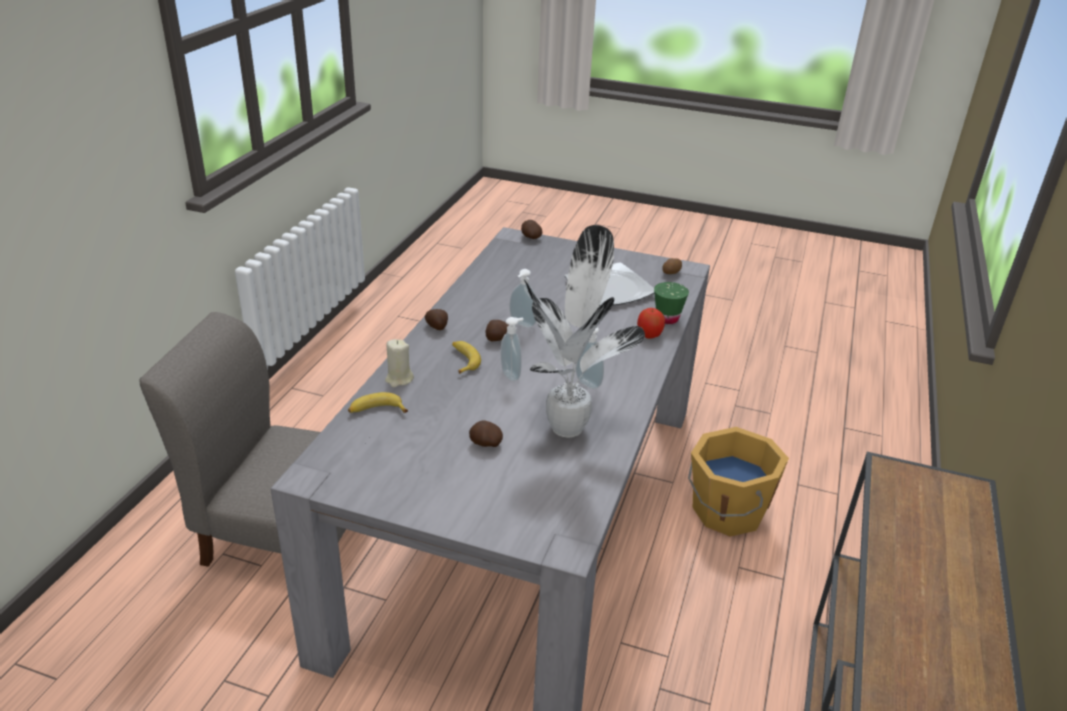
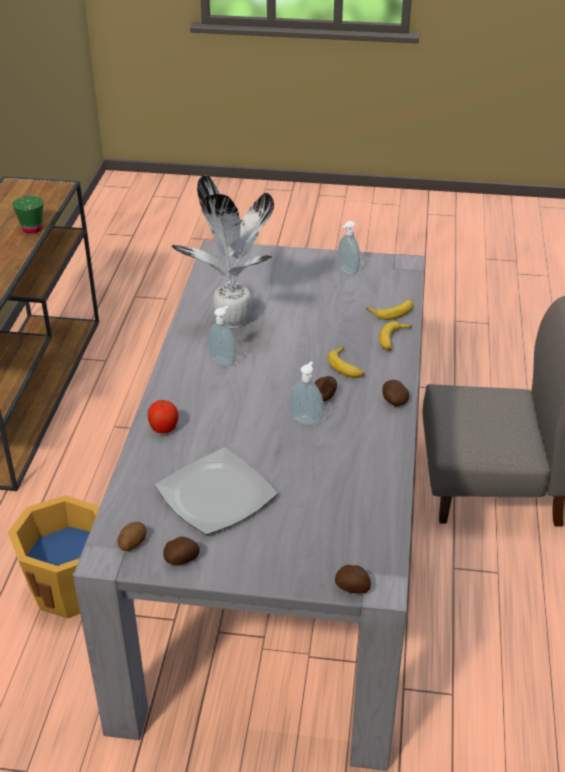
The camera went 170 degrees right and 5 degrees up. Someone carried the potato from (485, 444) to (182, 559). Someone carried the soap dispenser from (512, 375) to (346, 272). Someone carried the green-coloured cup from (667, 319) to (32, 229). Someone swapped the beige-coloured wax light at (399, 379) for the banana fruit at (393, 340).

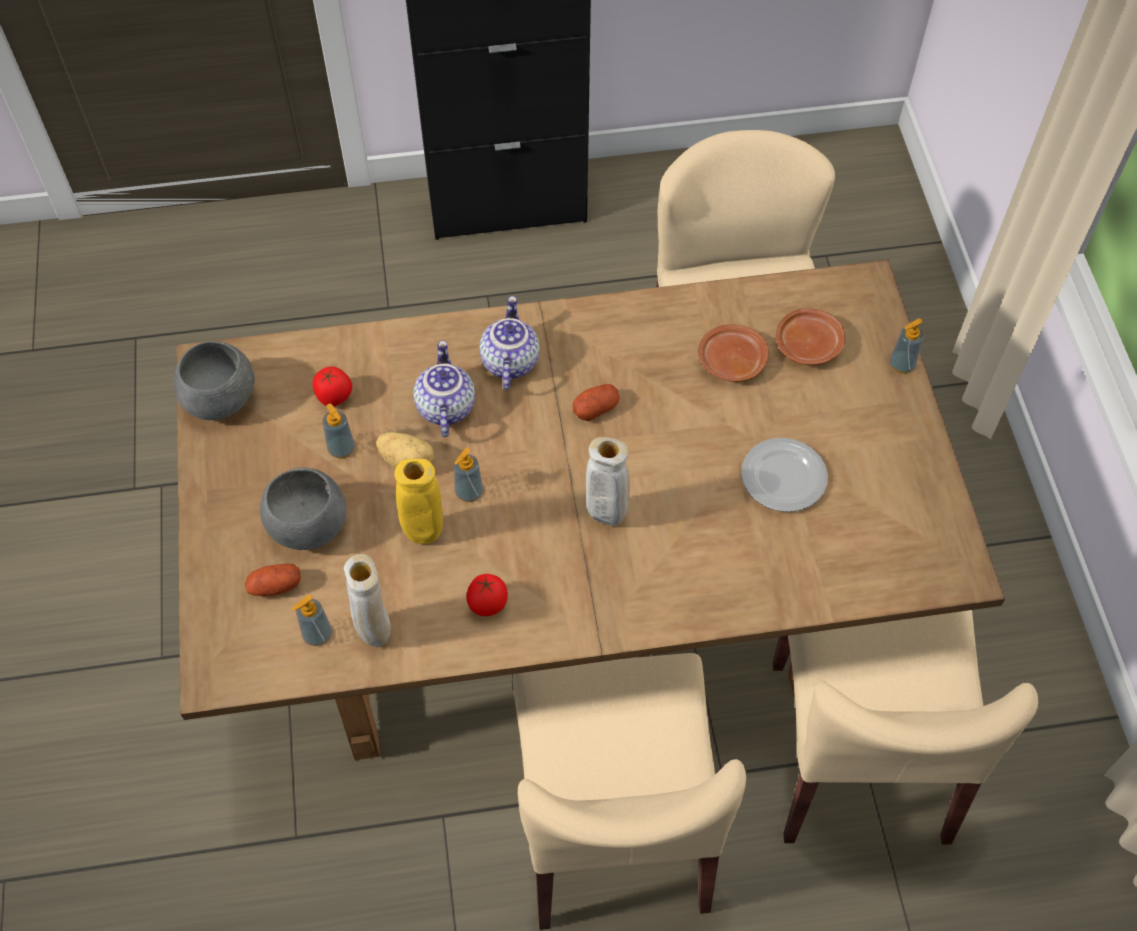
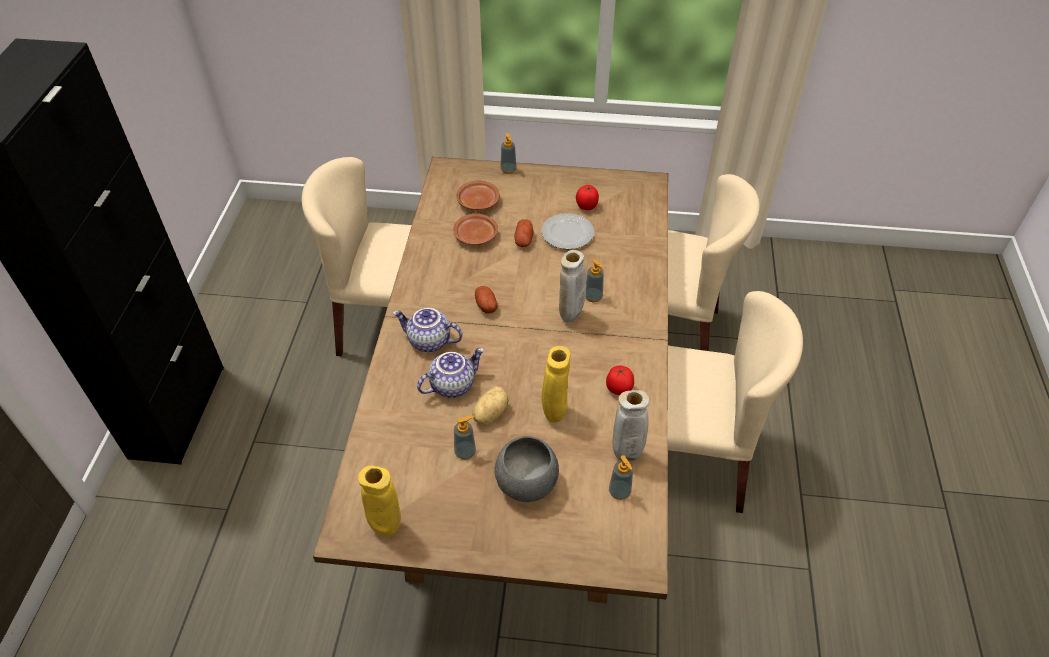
The camera went 75 degrees left and 10 degrees down. Someone carried the potato from (275, 586) to (524, 239). Someone carried the whole tomato from (335, 397) to (586, 206). Someone carried the soap dispenser from (469, 492) to (593, 297). Someone swapped the grey serving bowl at (222, 400) for the yellow-coloured flower vase at (387, 527). Someone rotated the pot for tea at (444, 407) by 135 degrees clockwise.

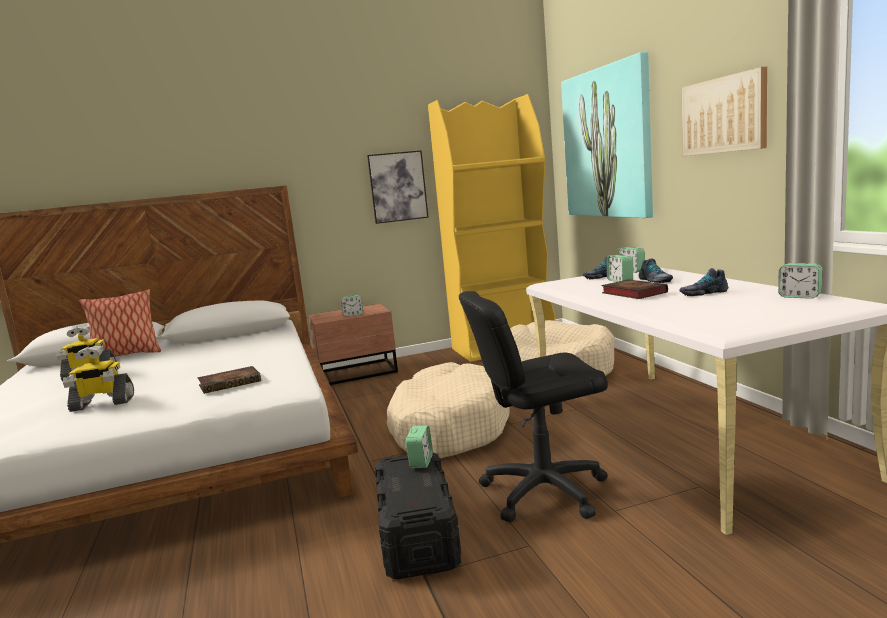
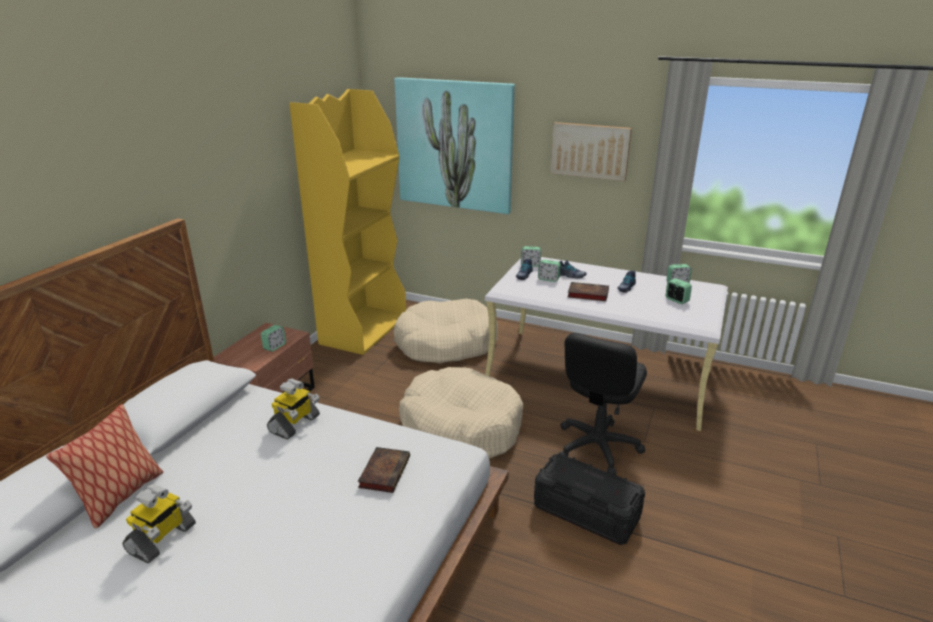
The camera went 50 degrees left and 15 degrees up. Someone took away the picture at (398, 187). Someone carried the toy robot from (102, 404) to (295, 424). Someone carried the bedside clock from (421, 462) to (676, 300).

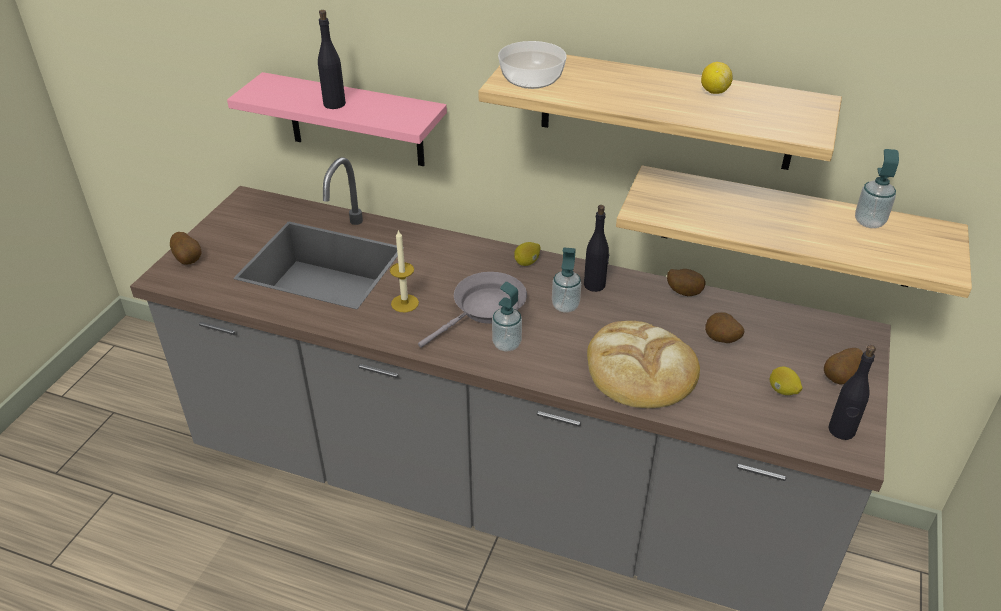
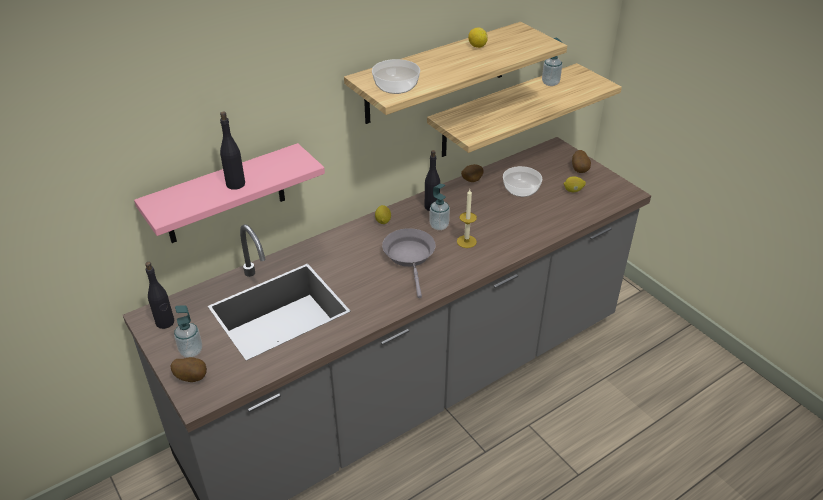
The camera went 55 degrees left and 0 degrees up. Someone took away the baked bread at (640, 369). Someone carried the wax light from (404, 303) to (466, 241). Someone carried the soap dispenser from (506, 344) to (191, 351). Someone carried the black-coloured bottle from (841, 430) to (165, 322). Someone swapped the potato at (720, 341) for the serving bowl at (520, 189).

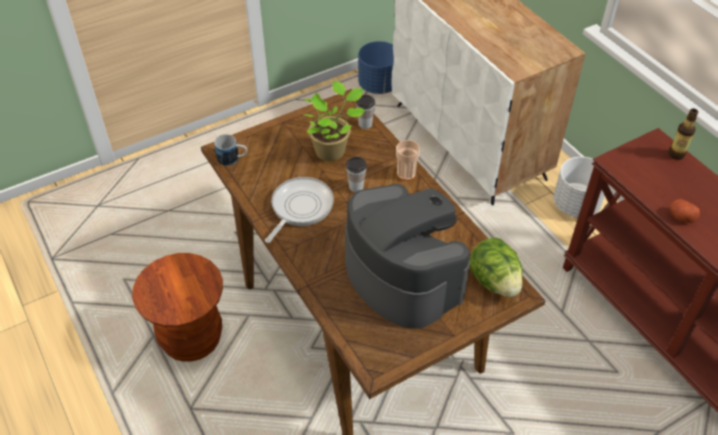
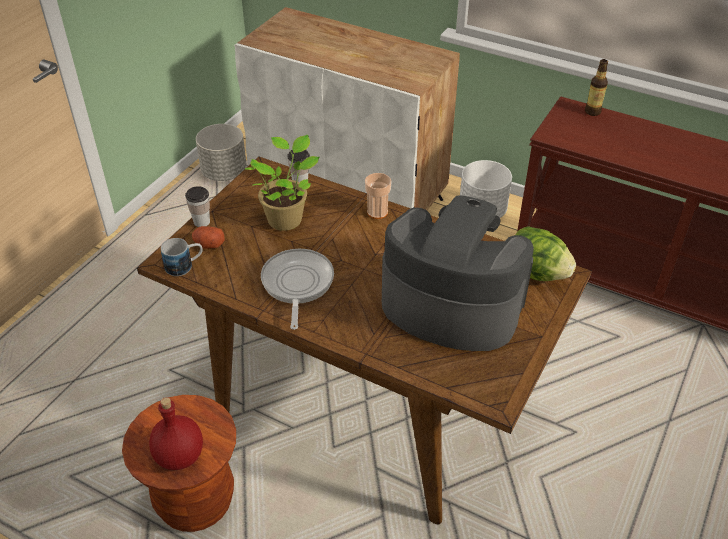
The camera went 30 degrees left and 5 degrees down. Someone put down the red-coloured bottle at (181, 456). Someone carried the cup from (356, 187) to (202, 222). Someone carried the potato from (681, 216) to (208, 244). Someone repainted the blue-coloured planter at (379, 85), which became the grey planter at (225, 172).

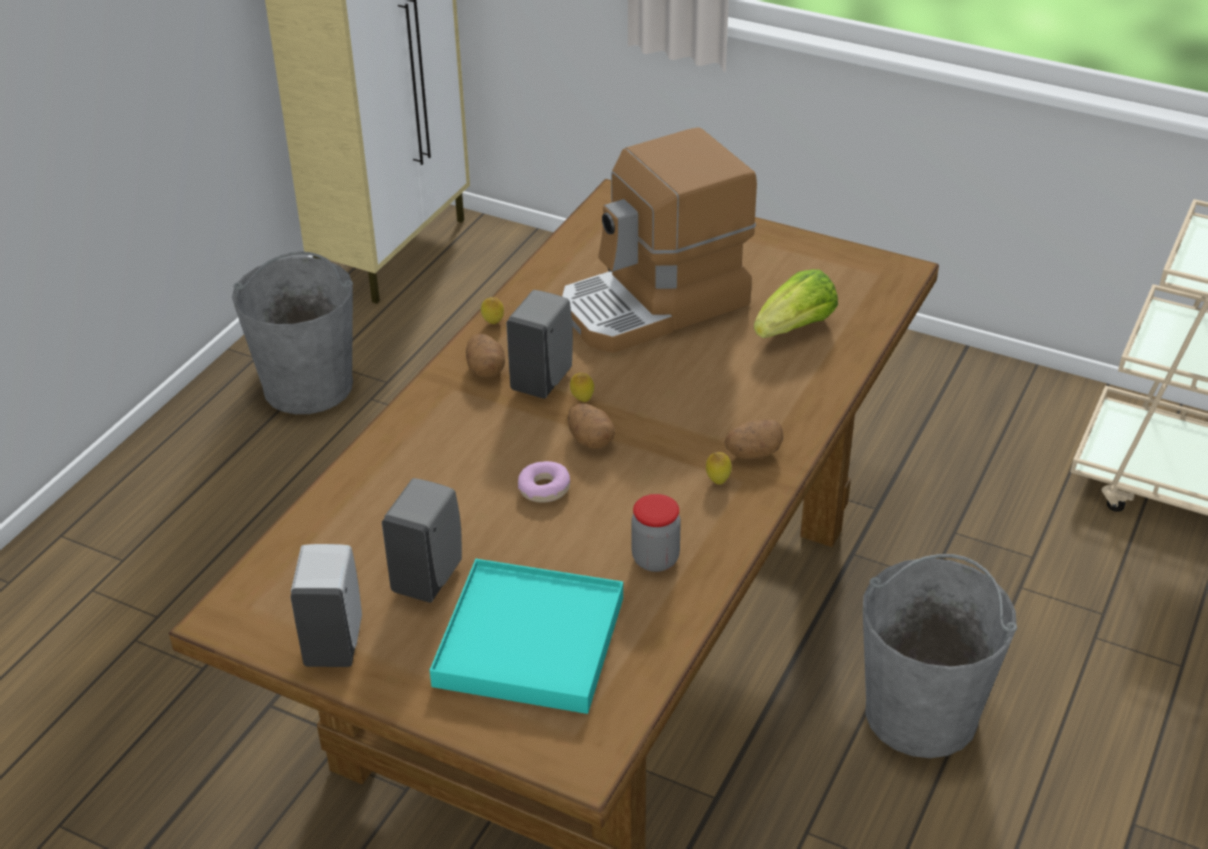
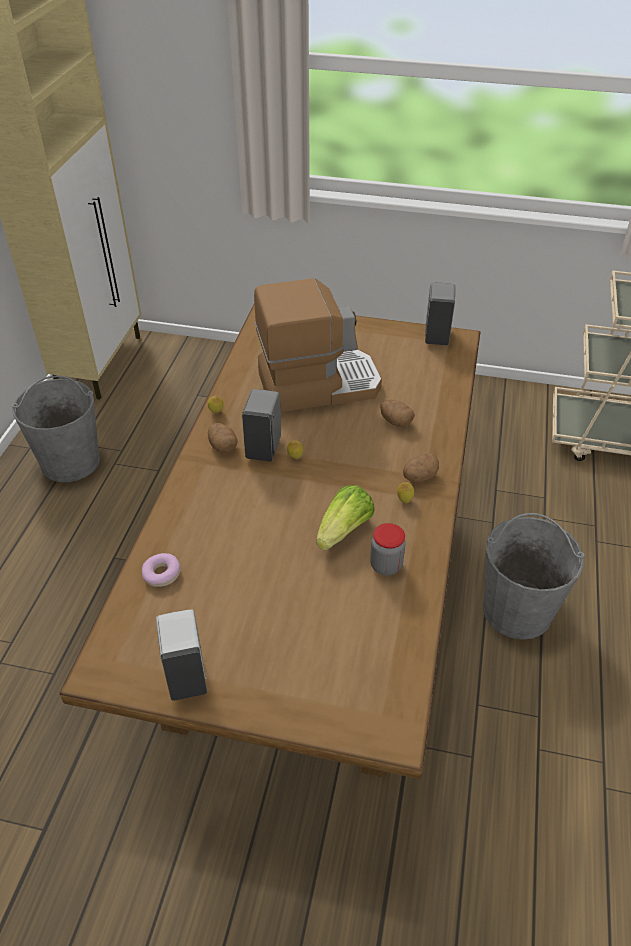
The camera went 15 degrees left and 5 degrees up. Someone took away the turquoise tray at (530, 641). Someone carried the grey soap dispenser from (429, 576) to (436, 336). Someone carried the ring doughnut from (544, 488) to (161, 574). Someone carried the potato from (590, 440) to (395, 421). Someone carried the lettuce head from (795, 328) to (344, 530). Someone rotated the coffee machine at (655, 306) by 150 degrees counterclockwise.

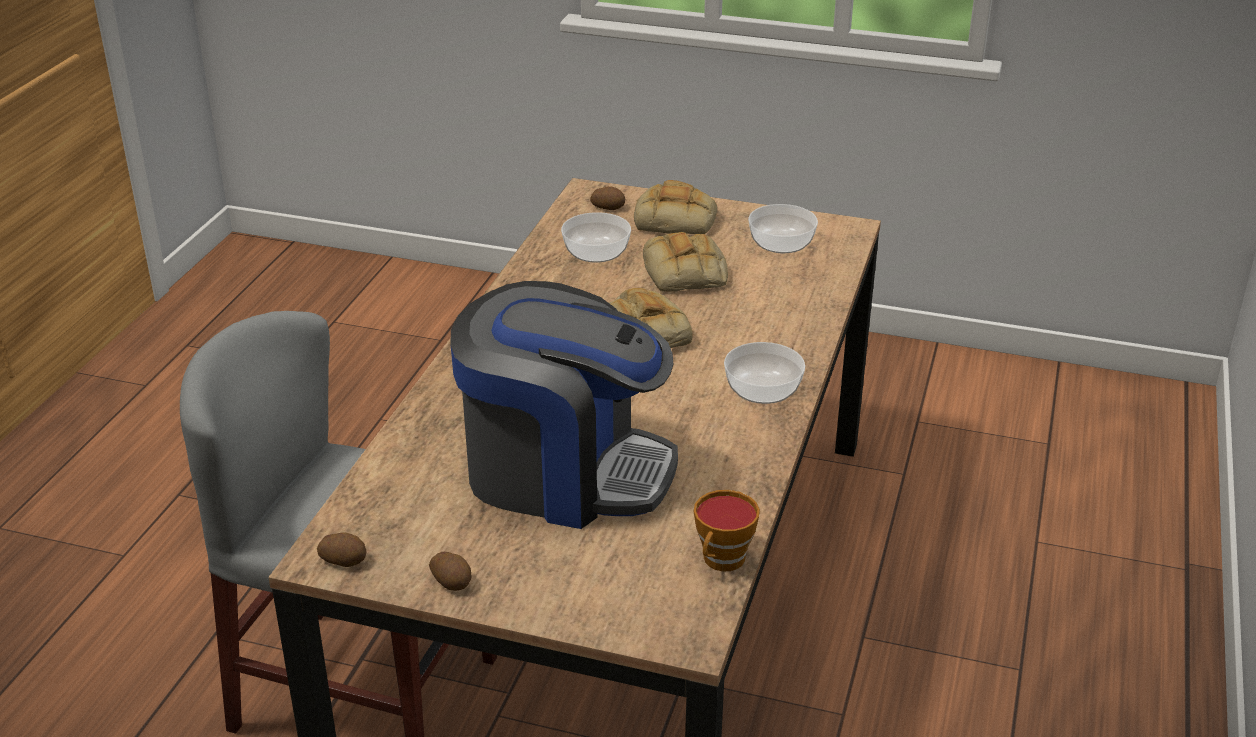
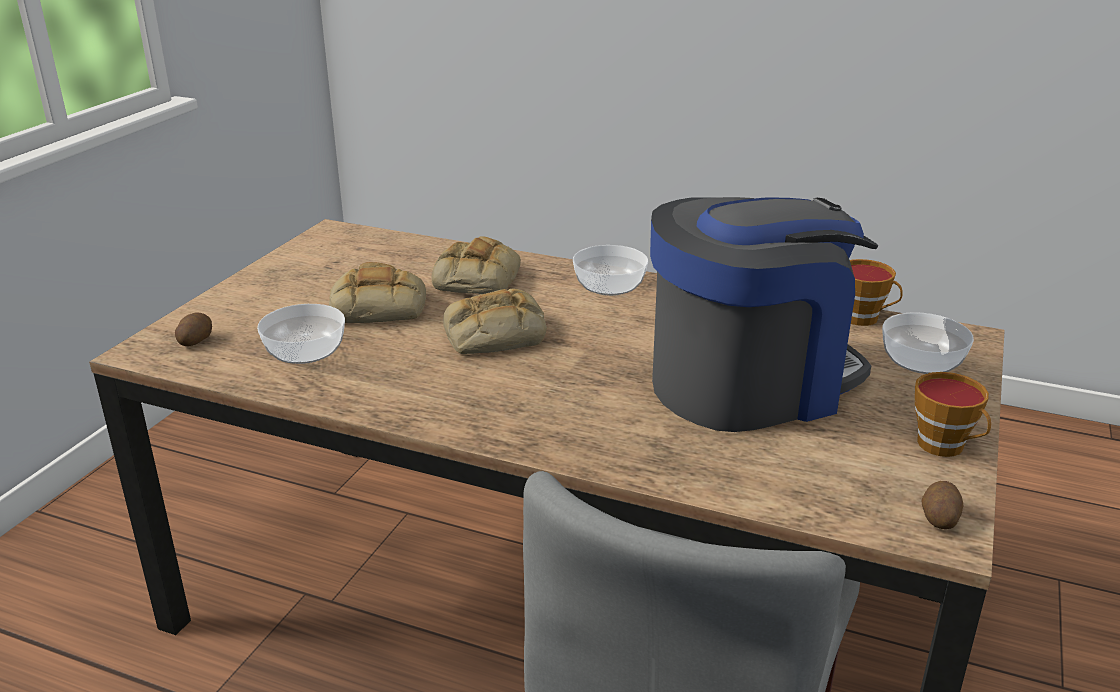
The camera went 85 degrees left and 5 degrees down. Someone carried the baked bread from (677, 219) to (476, 278). Someone carried the serving bowl from (781, 244) to (923, 361). Someone swapped the potato at (452, 581) for the cup at (945, 446). Someone rotated the coffee machine at (564, 472) by 45 degrees clockwise.

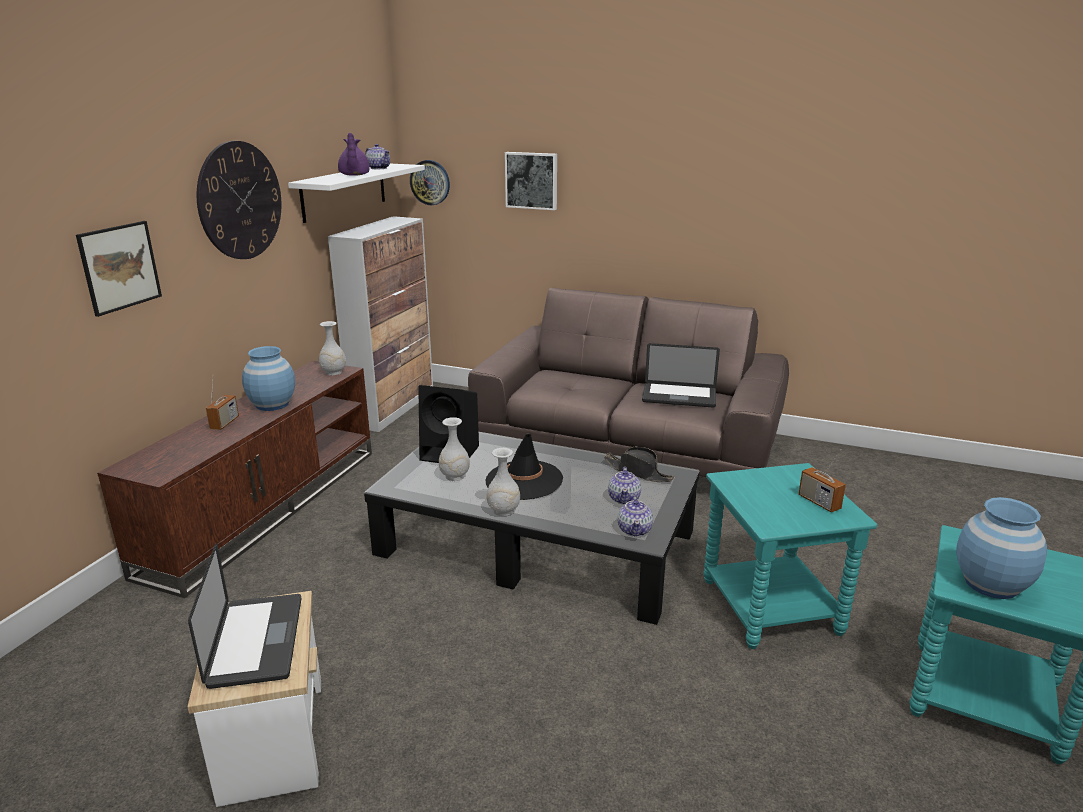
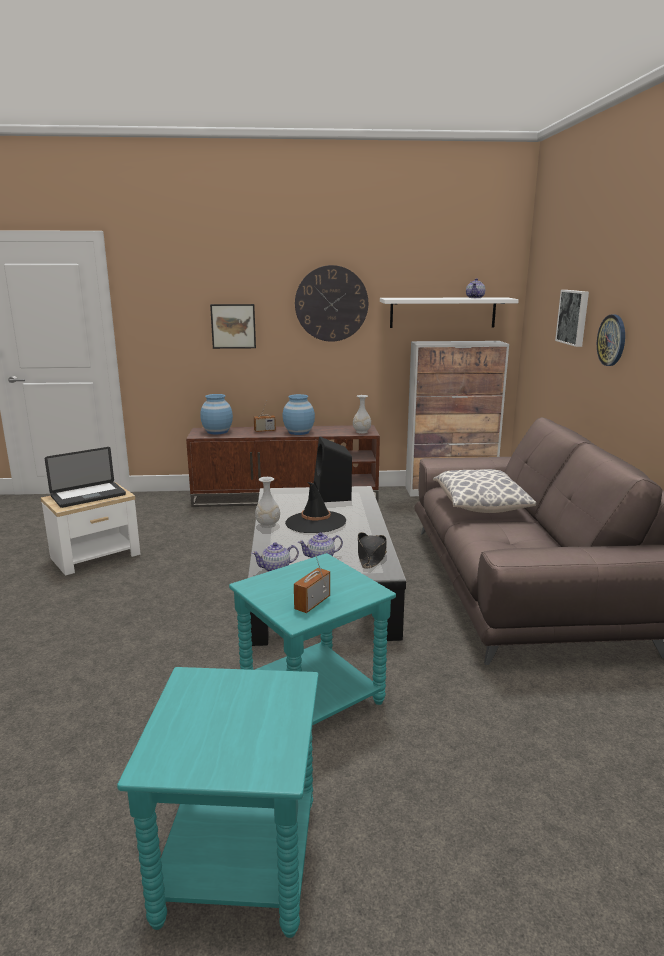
The camera went 65 degrees right and 5 degrees down. Someone took away the purple pot for tea at (354, 175). Someone took away the whitish flower vase at (454, 476). Someone took away the notebook computer at (679, 396). Someone put down the throw pillow at (480, 506). Someone carried the wall clock from (430, 182) to (612, 340). Someone carried the blue-coloured flower vase from (991, 584) to (217, 431).

